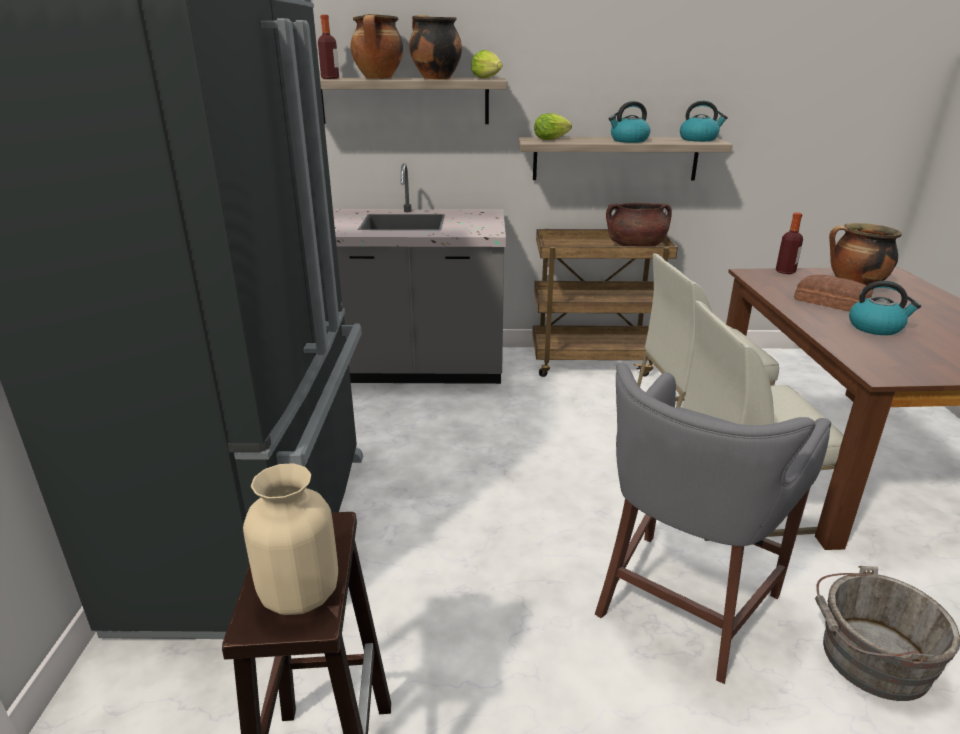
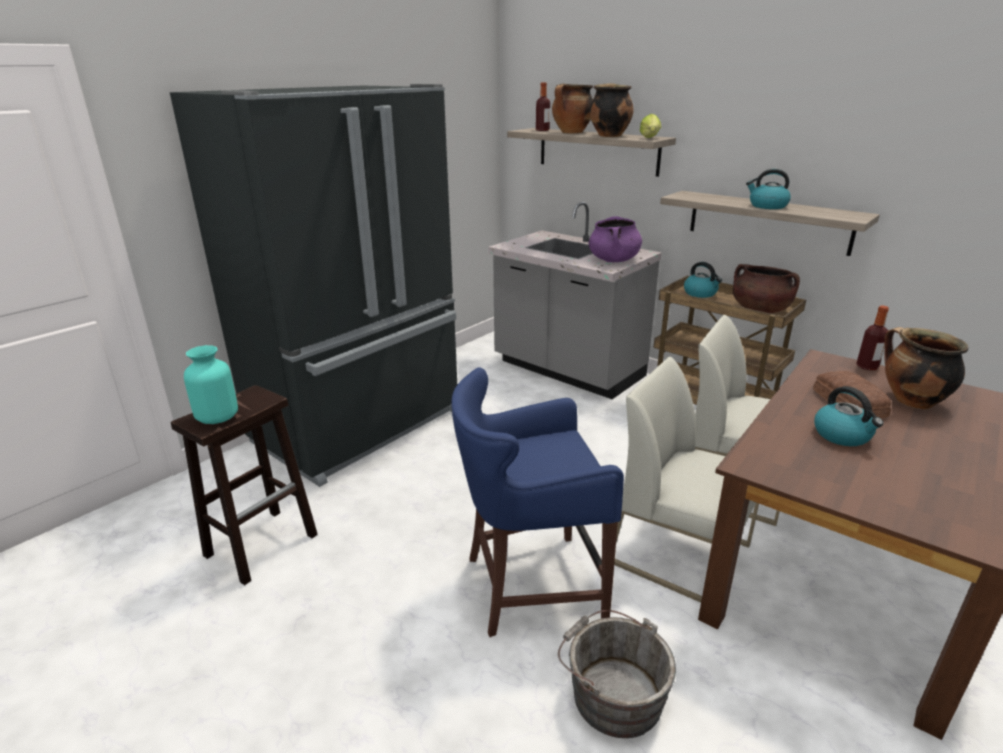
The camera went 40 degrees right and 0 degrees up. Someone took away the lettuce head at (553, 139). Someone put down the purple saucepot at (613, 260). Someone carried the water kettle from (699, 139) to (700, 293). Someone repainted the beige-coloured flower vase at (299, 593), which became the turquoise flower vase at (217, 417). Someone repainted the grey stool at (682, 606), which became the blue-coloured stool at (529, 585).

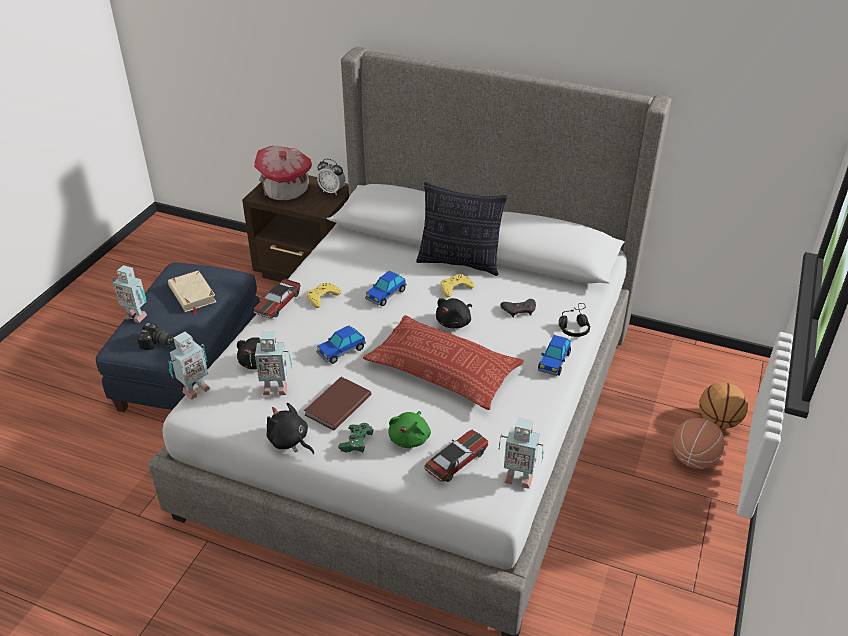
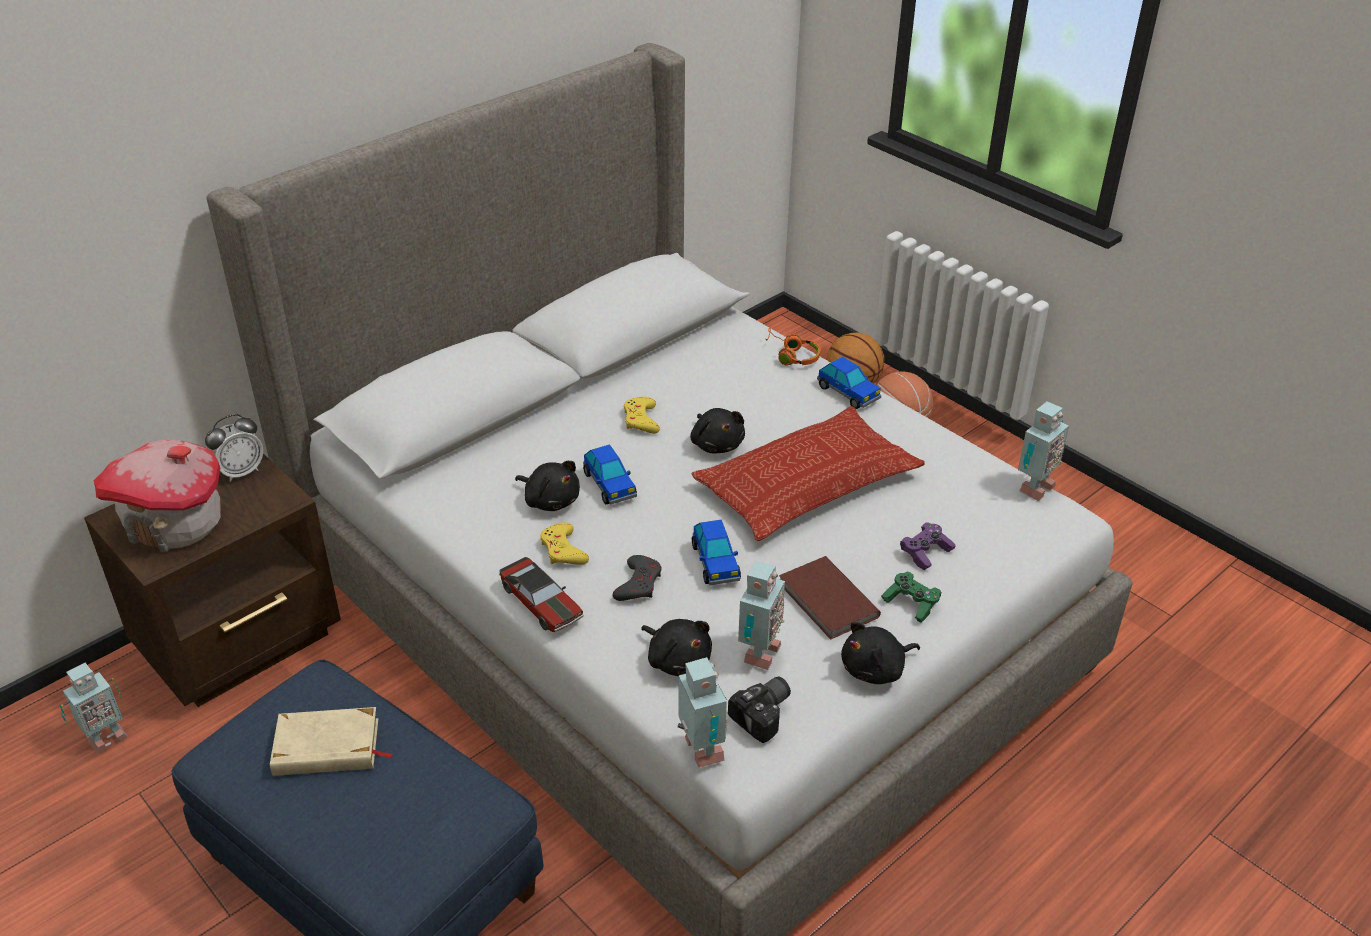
The camera went 65 degrees left and 0 degrees up. Someone took away the throw pillow at (459, 262). Someone took away the miniature car at (456, 460). Someone put down the black-coloured cuddly toy at (550, 500). Someone carried the toy robot from (136, 315) to (105, 738). Someone carried the still camera from (157, 344) to (765, 715). Someone carried the grey game controller from (519, 310) to (638, 583). Someone swapped the green-coloured cuddly toy at (410, 438) for the purple game controller at (925, 552). Someone repainted the black-coloured headset at (574, 326), which became the orangey headset at (791, 355).

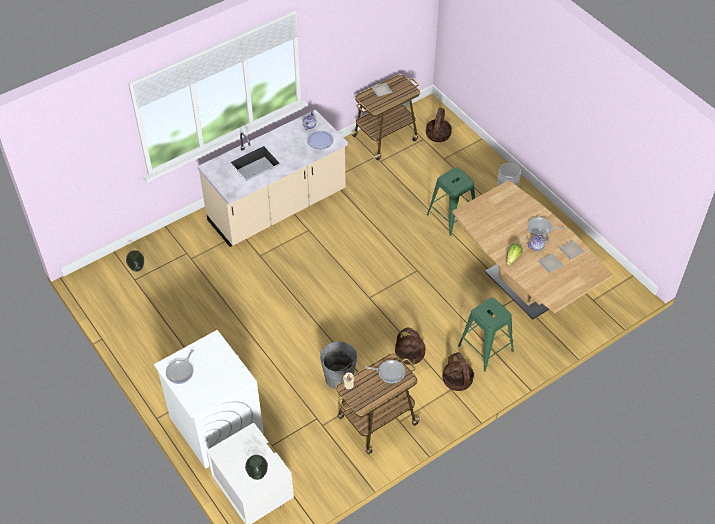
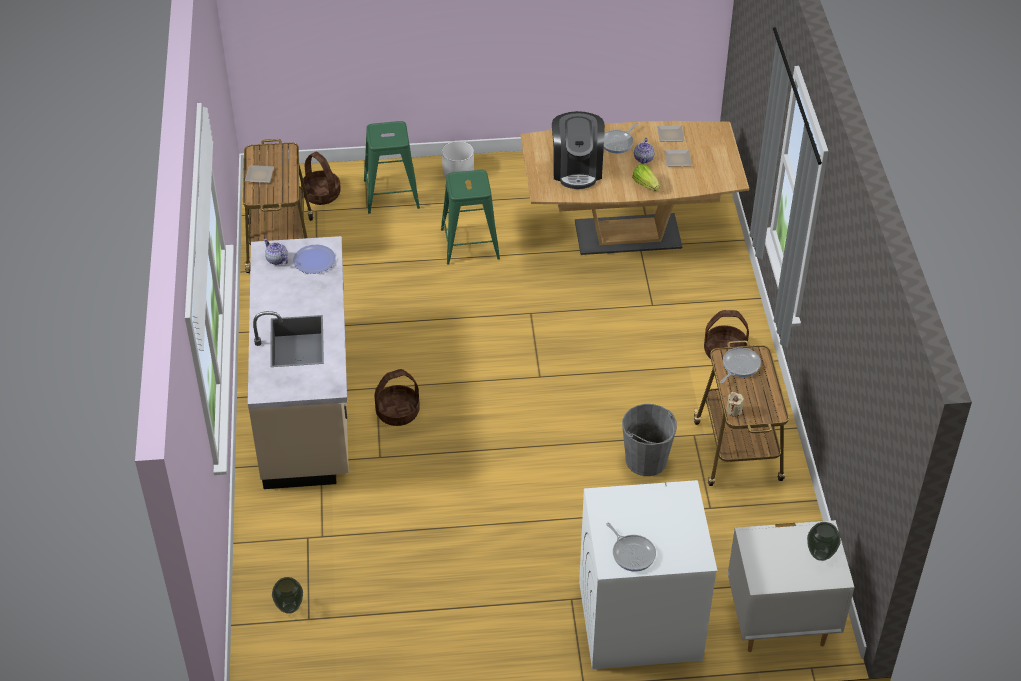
The camera went 60 degrees left and 5 degrees down. Someone put down the coffee machine at (577, 169). Someone carried the household basket from (410, 354) to (398, 412). Someone carried the green-coloured stool from (486, 348) to (391, 194).

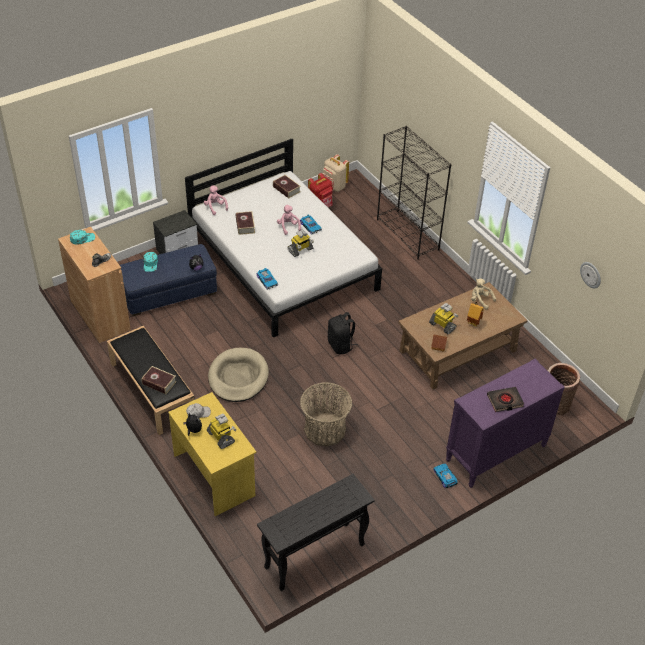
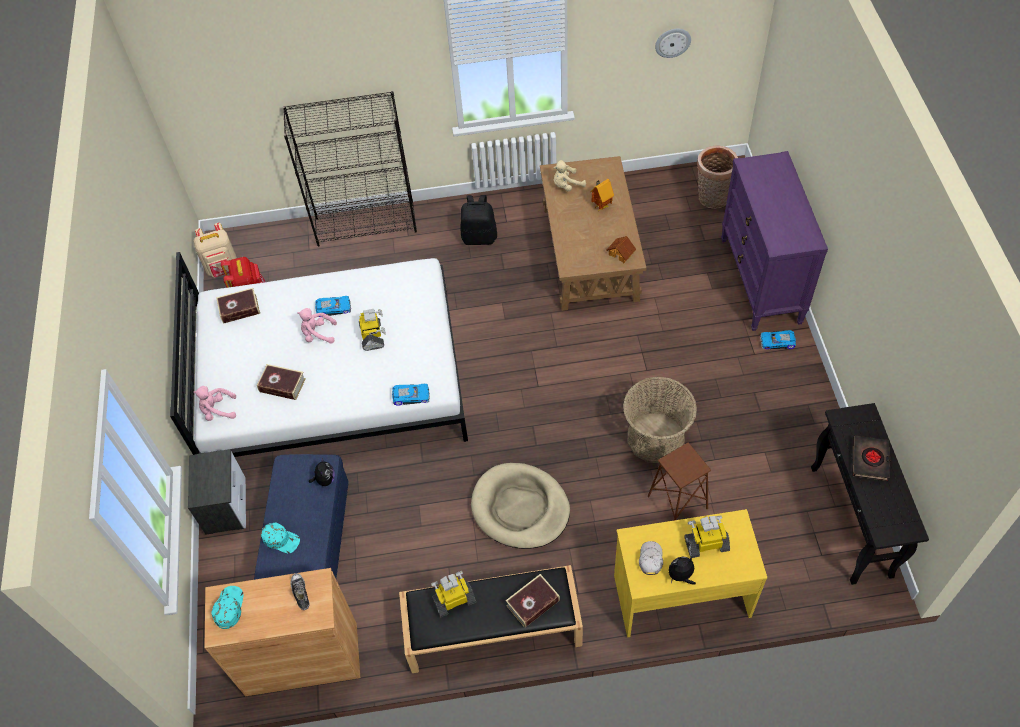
The camera went 60 degrees left and 10 degrees up. Someone put down the brown stool at (677, 502). Someone carried the black-coloured rucksack from (340, 345) to (479, 237). Someone carried the toy robot from (443, 325) to (454, 600). Someone carried the black-coloured book from (505, 401) to (870, 460).

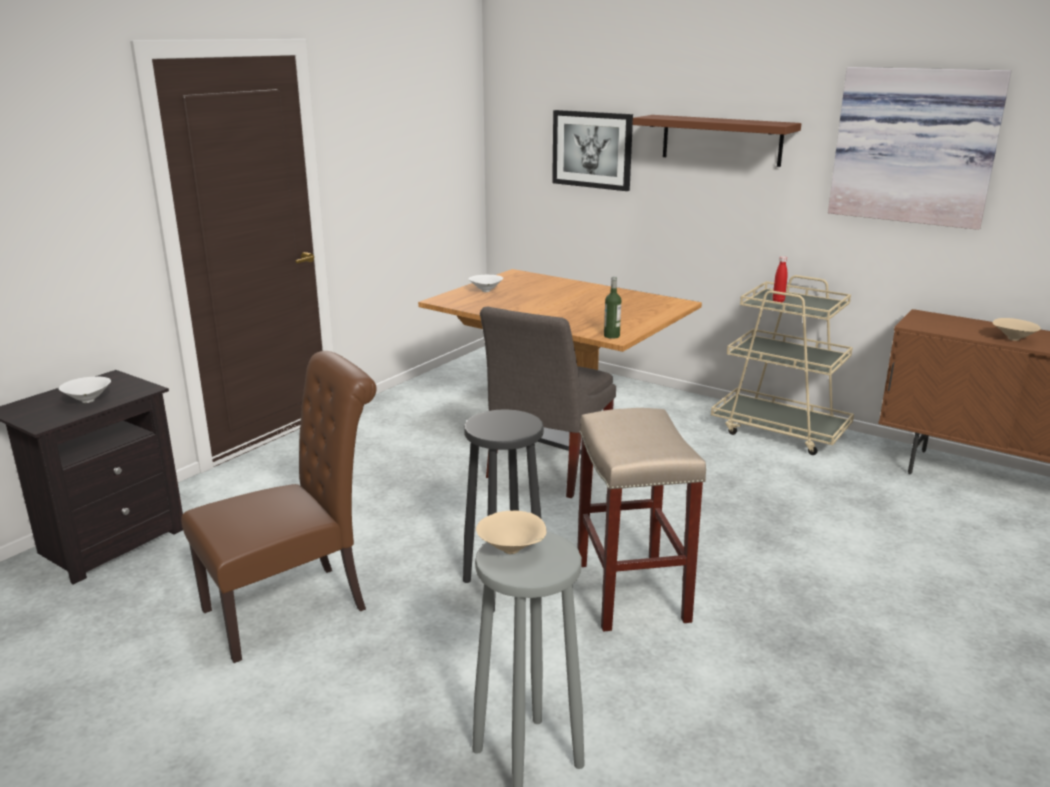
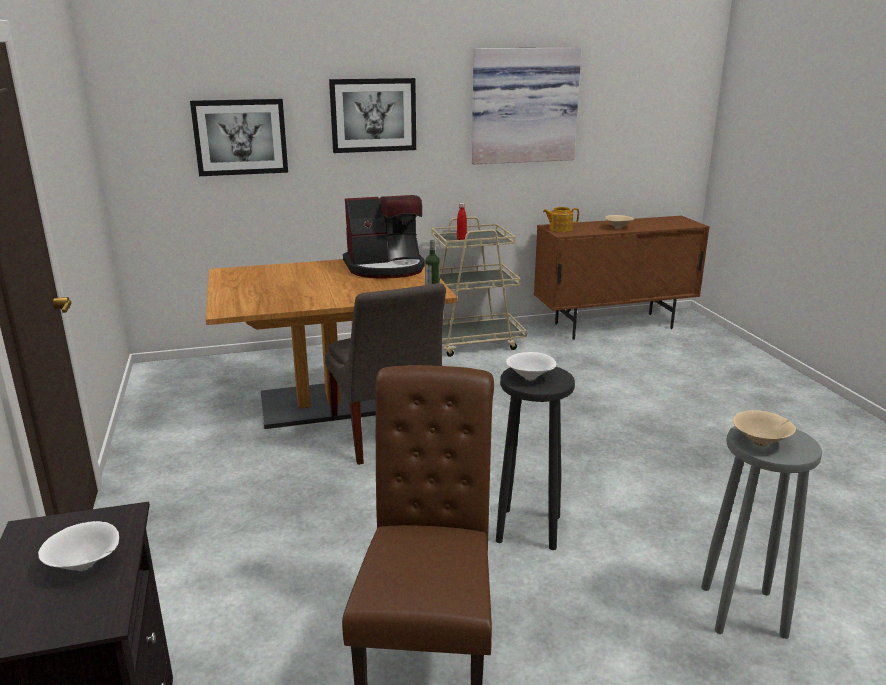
The camera went 50 degrees left and 0 degrees up. Someone took away the beige-coloured stool at (630, 591). Someone put down the coffee machine at (385, 268). Someone put down the pot for tea at (560, 229). Someone carried the whitish serving bowl from (486, 291) to (531, 378). Someone swapped the brown shelf at (721, 140) for the picture at (373, 115).

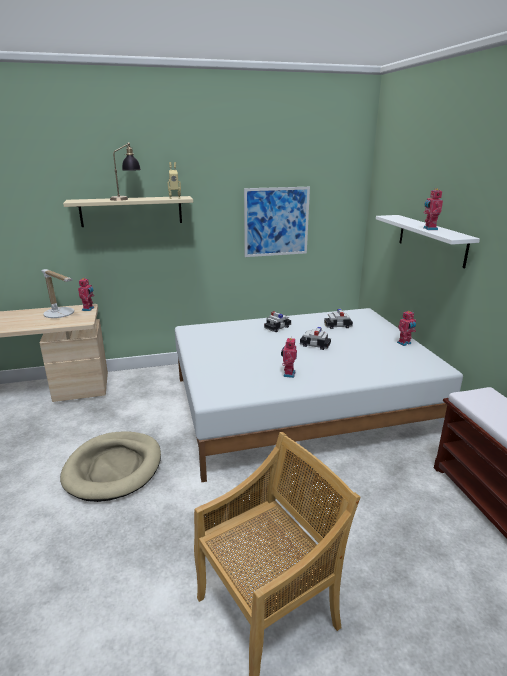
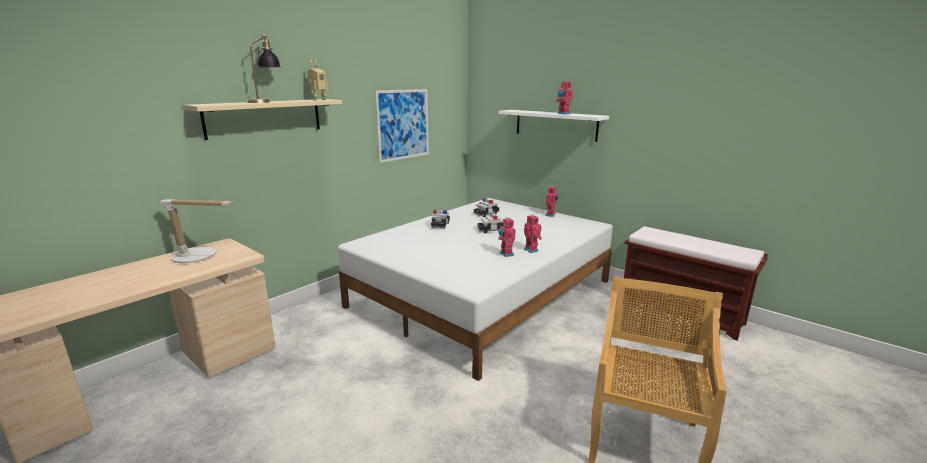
The camera went 35 degrees left and 5 degrees down. Someone took away the beige-coloured pet bed at (114, 468). Someone carried the toy robot from (89, 309) to (531, 250).

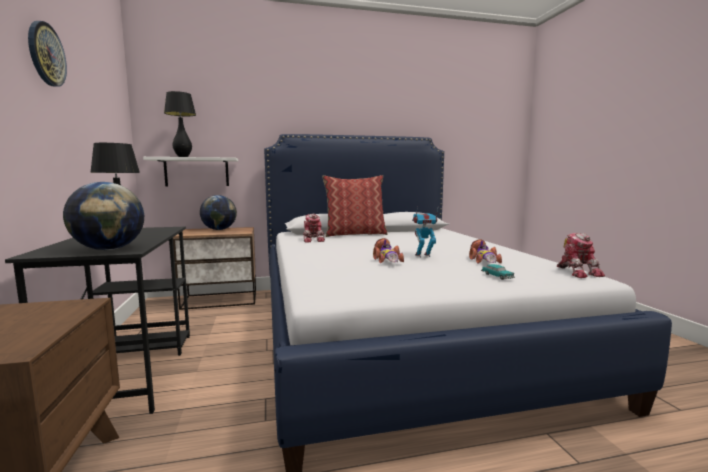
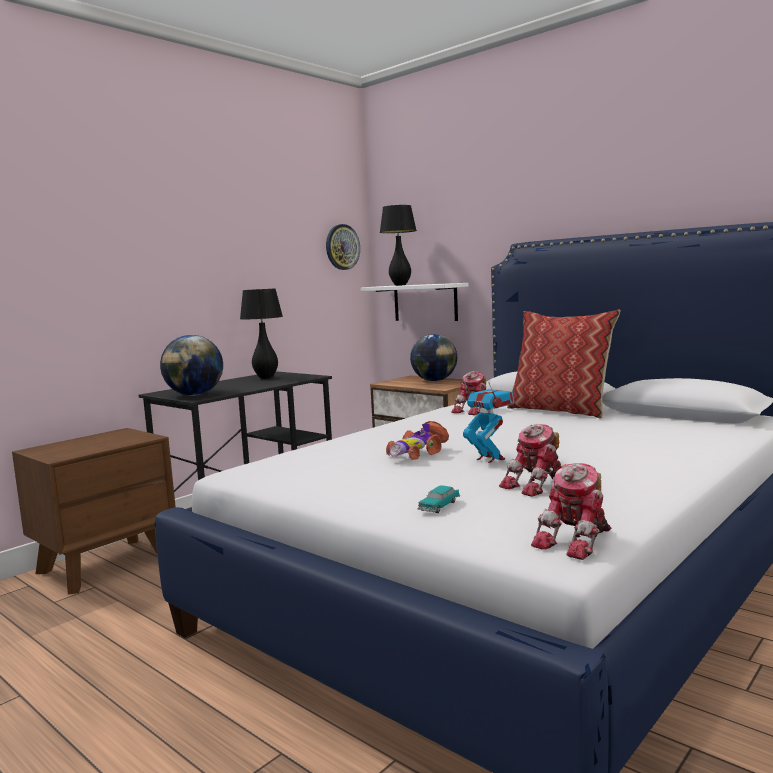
The camera went 55 degrees right and 0 degrees up. Someone carried the wall clock from (46, 54) to (342, 247). Someone swapped the miniature car at (484, 260) for the toy robot at (537, 485).

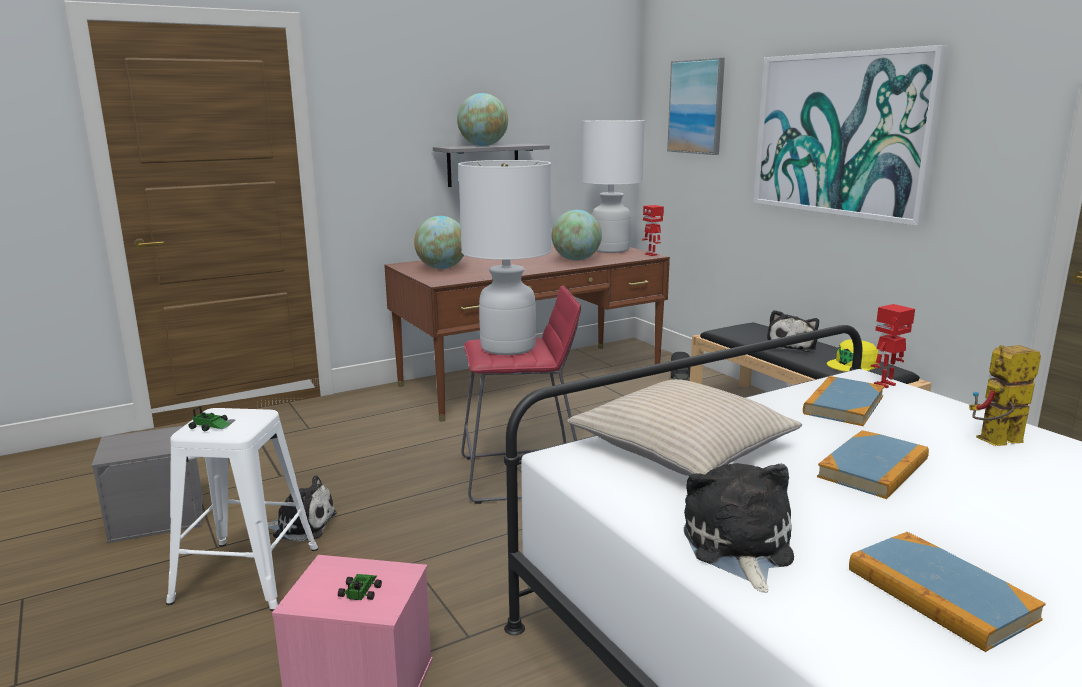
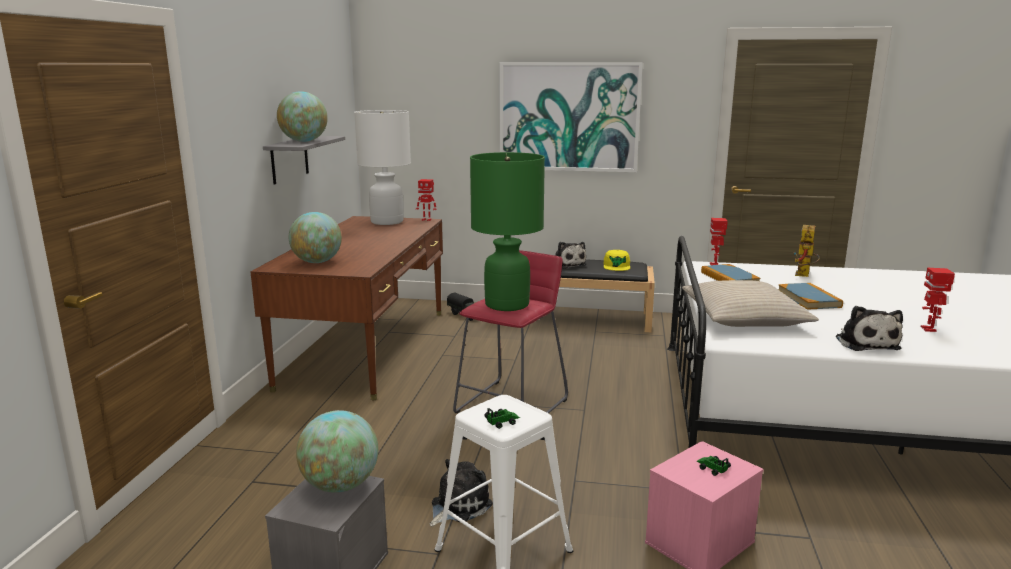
The camera went 50 degrees left and 0 degrees up. Someone took away the picture at (696, 107). Someone carried the desk globe from (576, 260) to (340, 485). Someone swapped the book at (939, 594) for the toy robot at (929, 329). Someone repainted the whitish lamp for a table at (508, 347), which became the green-coloured lamp for a table at (507, 304). Someone rotated the cuddly toy at (738, 547) by 135 degrees counterclockwise.

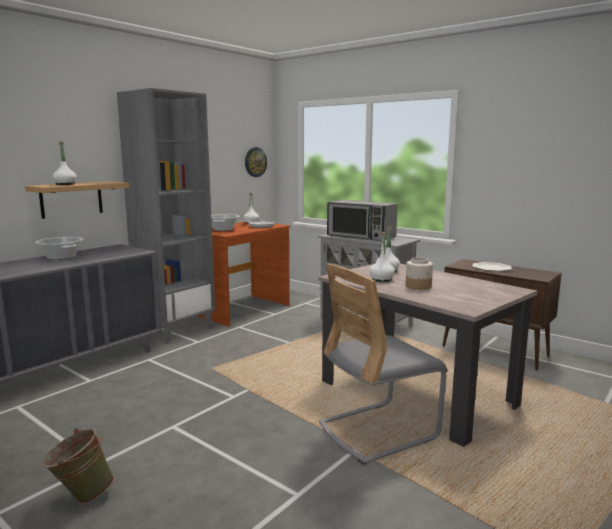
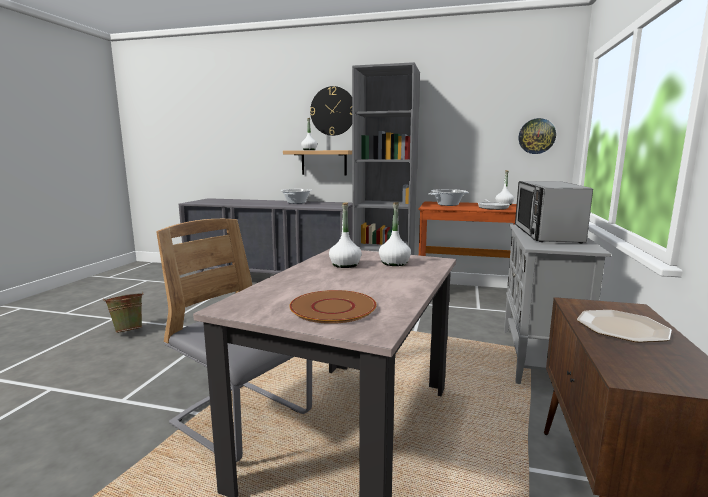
The camera went 65 degrees right and 0 degrees up. Someone took away the jar at (418, 286). Someone put down the brown flat dish at (333, 308). Someone put up the wall clock at (333, 111).

